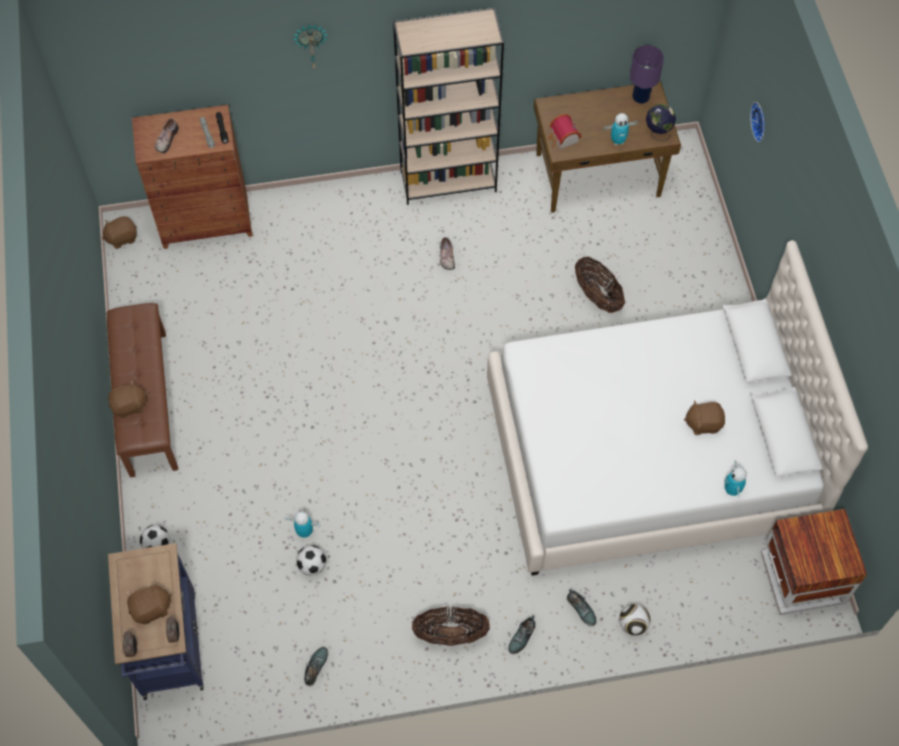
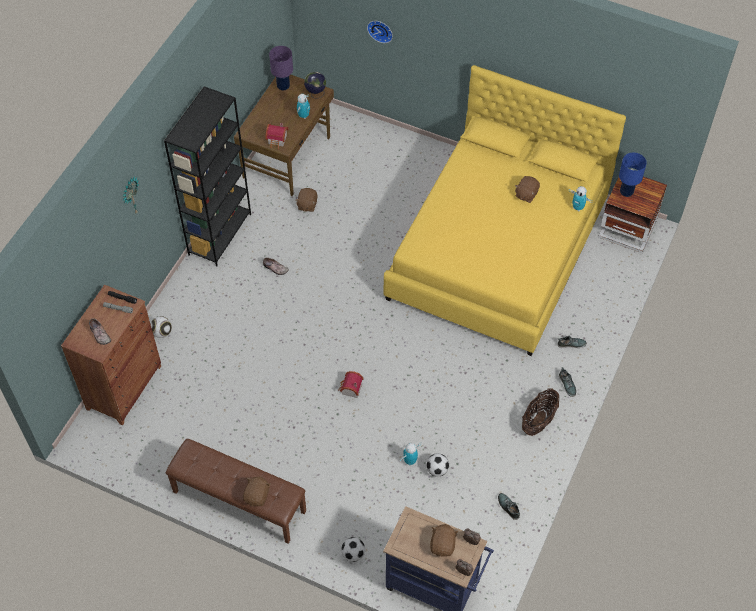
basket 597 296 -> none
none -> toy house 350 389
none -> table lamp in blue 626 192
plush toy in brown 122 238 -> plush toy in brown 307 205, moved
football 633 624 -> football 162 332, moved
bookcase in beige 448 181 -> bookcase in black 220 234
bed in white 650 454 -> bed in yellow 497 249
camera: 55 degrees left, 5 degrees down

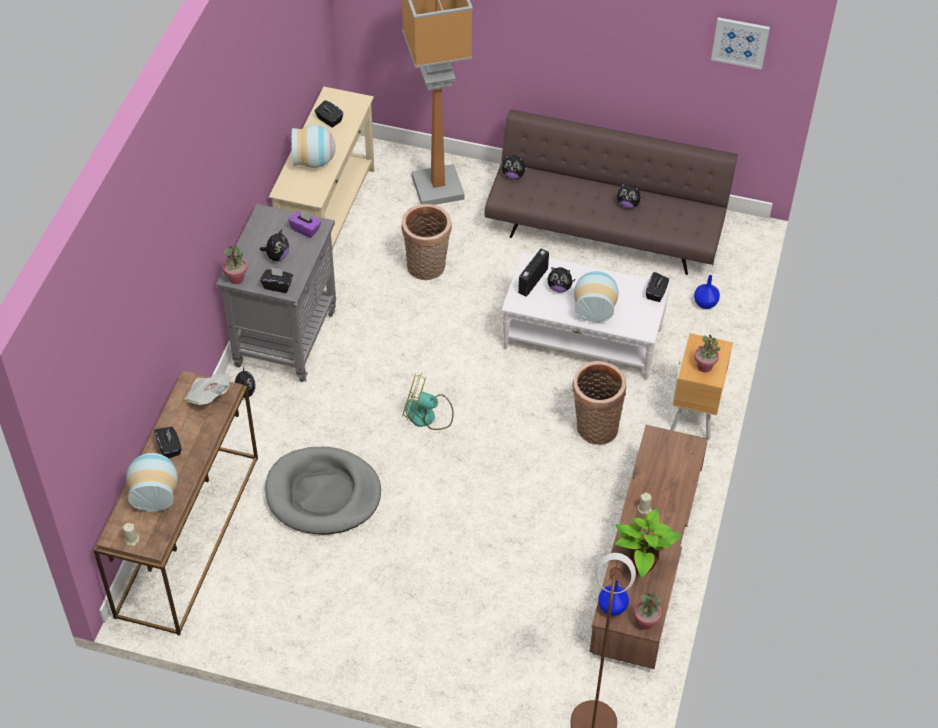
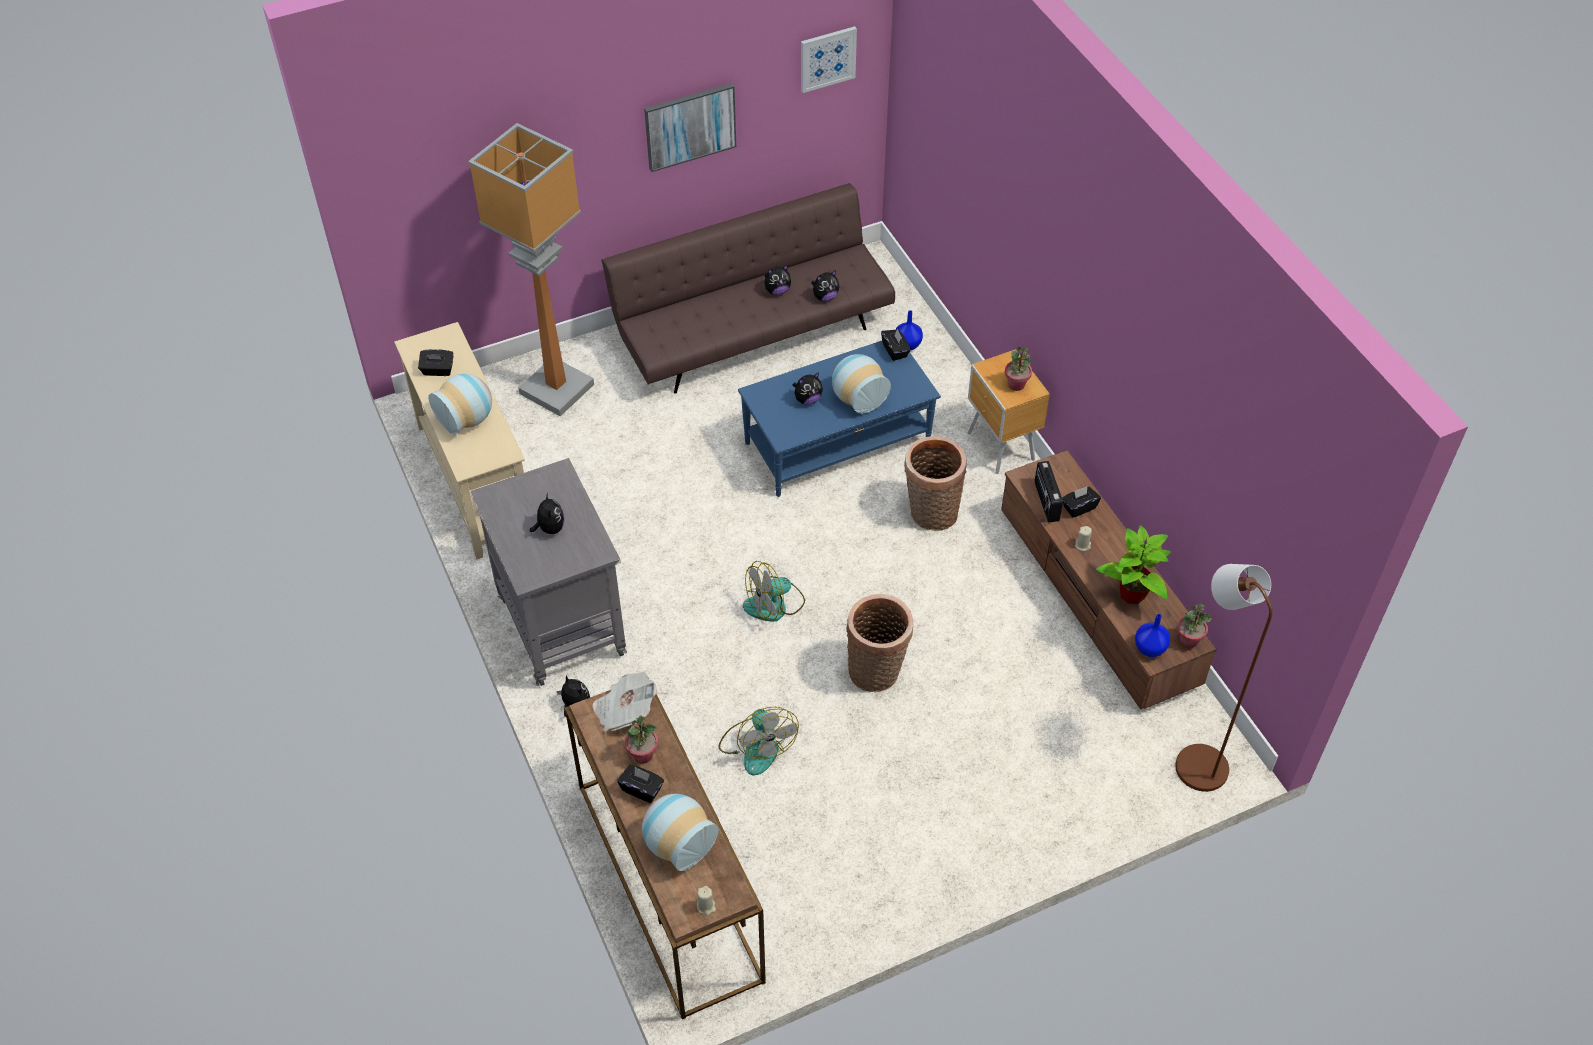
tissue box in purple 305 229 -> none
none -> picture 690 126
potted plant 236 278 -> potted plant 643 754, moved
tissue box in black 277 286 -> tissue box in black 1079 507, moved
basket 427 268 -> basket 877 672, moved
plush toy 513 175 -> plush toy 825 297, moved
radio 532 281 -> radio 1046 502, moved
dog bed in grey 323 494 -> fan 756 746
coffee table in white 583 339 -> coffee table in blue 838 442
camera: 40 degrees left, 0 degrees up

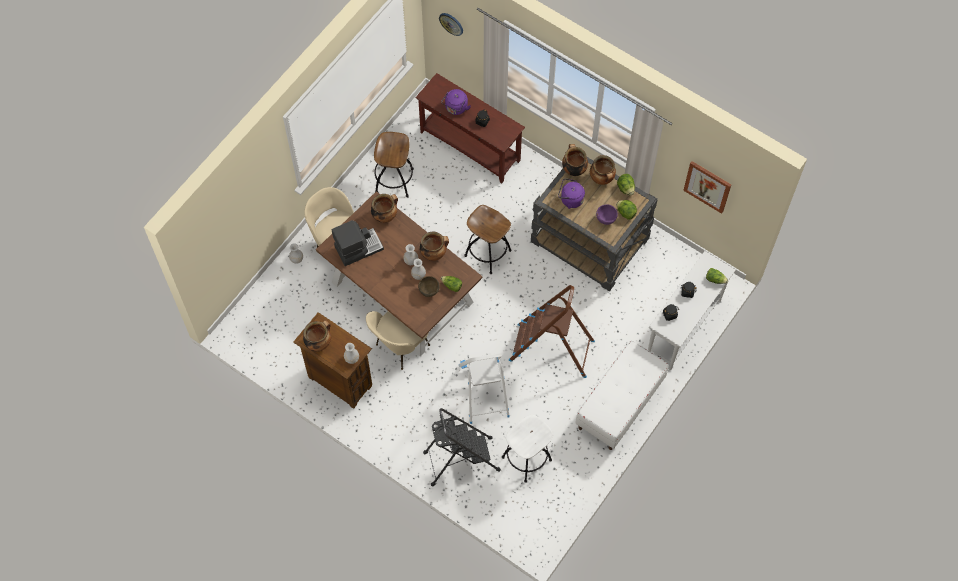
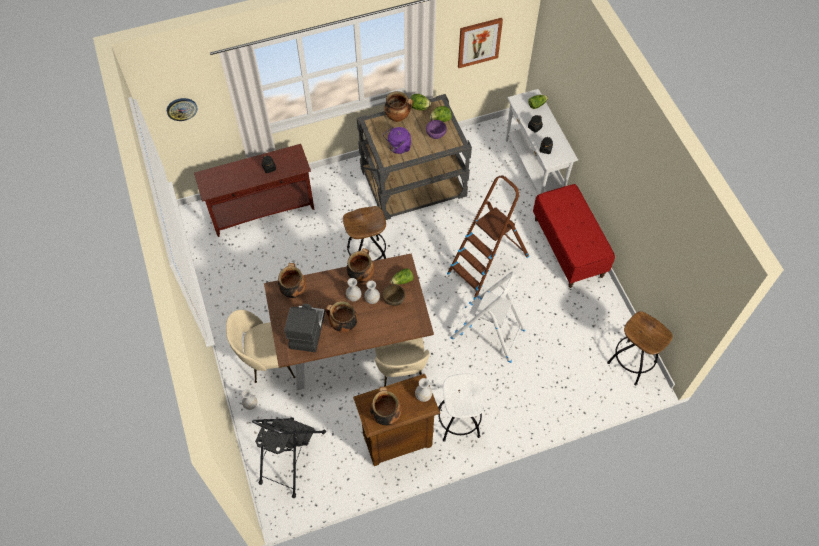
kettle in purple 456 108 -> none
stool in brown 394 180 -> stool in brown 631 362, moved
step ladder 460 461 -> step ladder 292 457, moved
stool in white 527 458 -> stool in white 459 421, moved
cooking pot 573 169 -> cooking pot 343 325, moved
bench in white 620 405 -> bench in red 568 247
camera: 55 degrees left, 5 degrees down

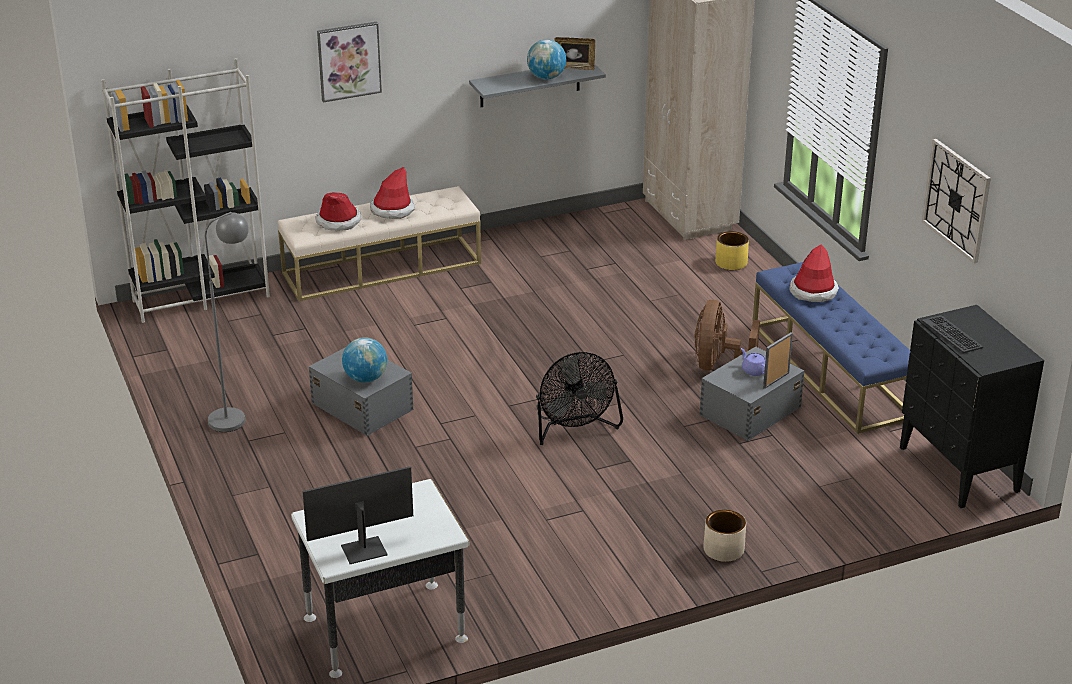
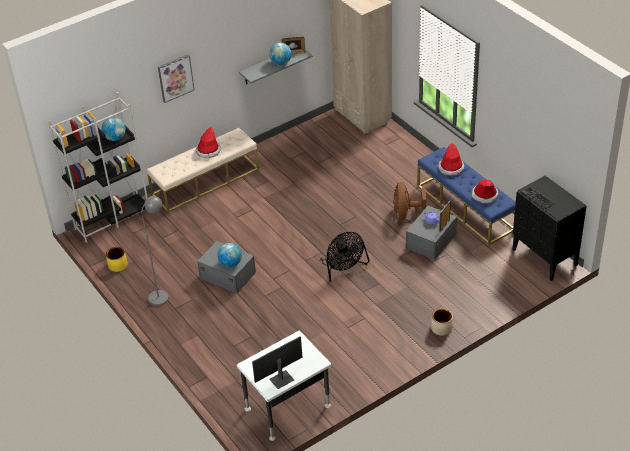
wall clock 956 200 -> none
none -> globe 115 138
hat 338 221 -> hat 484 195, moved
planter in yellow 731 263 -> planter in yellow 118 265, moved
camera: 10 degrees left, 10 degrees up

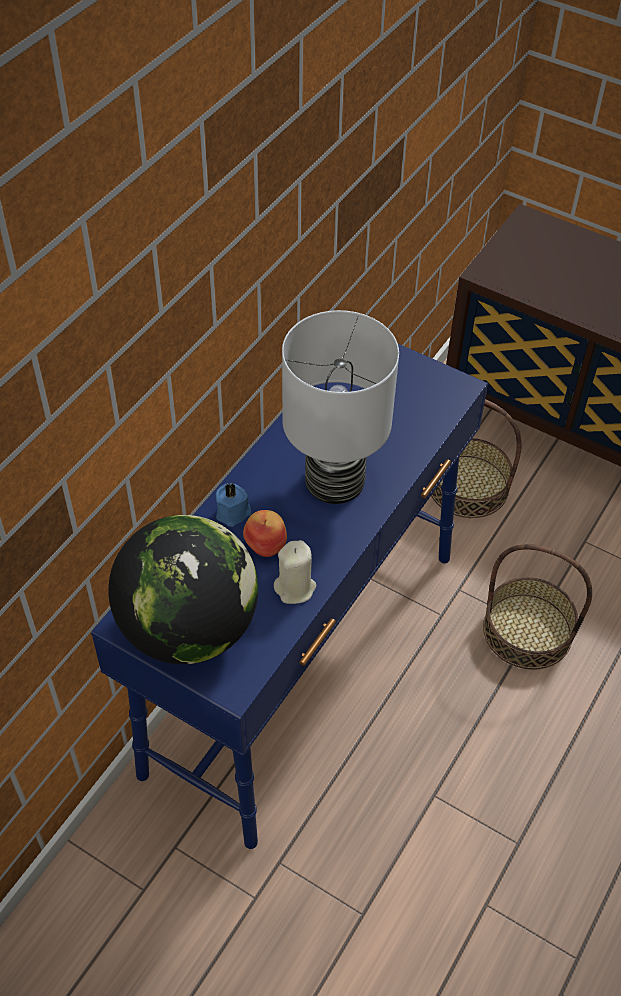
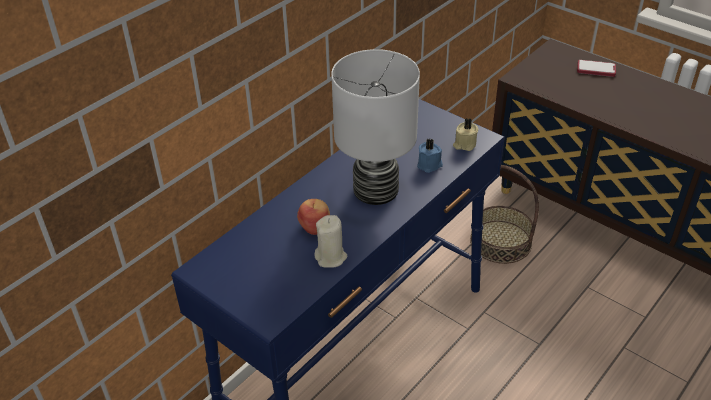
globe 188 628 -> none
basket 527 631 -> none
none -> candle in beige 464 144
none -> phone 596 69
candle in blue 234 513 -> candle in blue 430 165, moved
camera: 10 degrees right, 10 degrees down

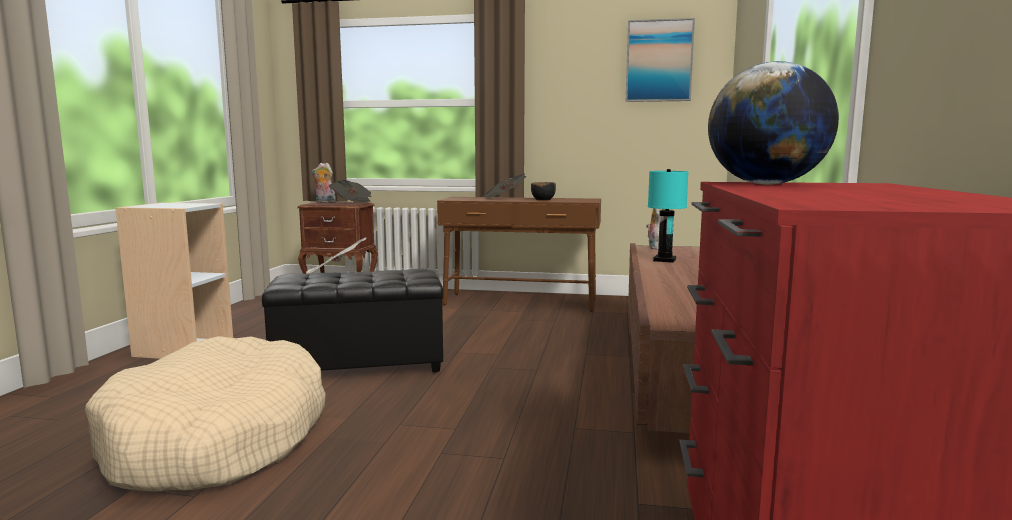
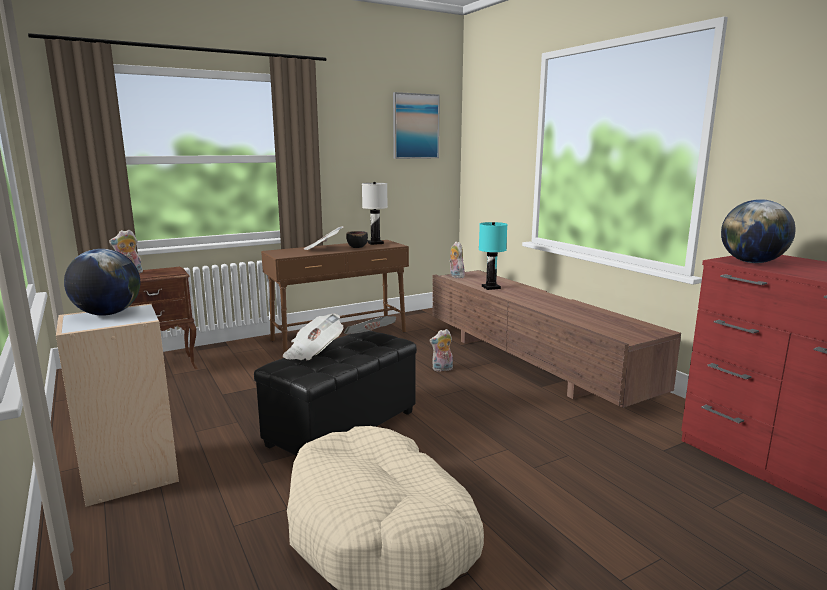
none -> globe 107 314
none -> table lamp in white 375 243
none -> plush toy 442 369
newspaper 353 203 -> newspaper 370 339, moved
camera: 40 degrees left, 5 degrees up

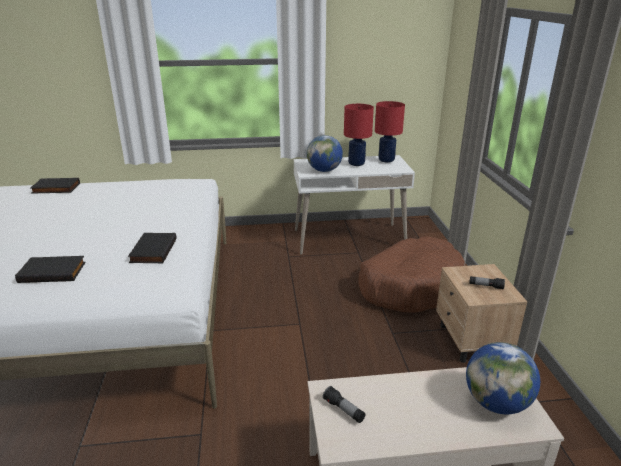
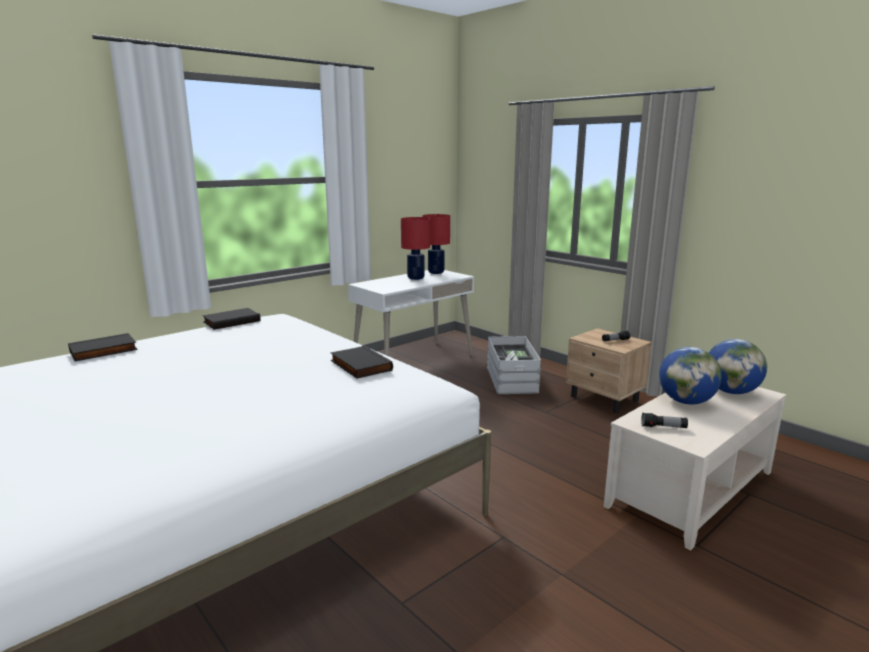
book in black 53 272 -> book in black 232 321, moved
globe 324 170 -> globe 685 401, moved
dog bed in brown 410 286 -> storage box in grey 512 379
camera: 35 degrees left, 10 degrees down

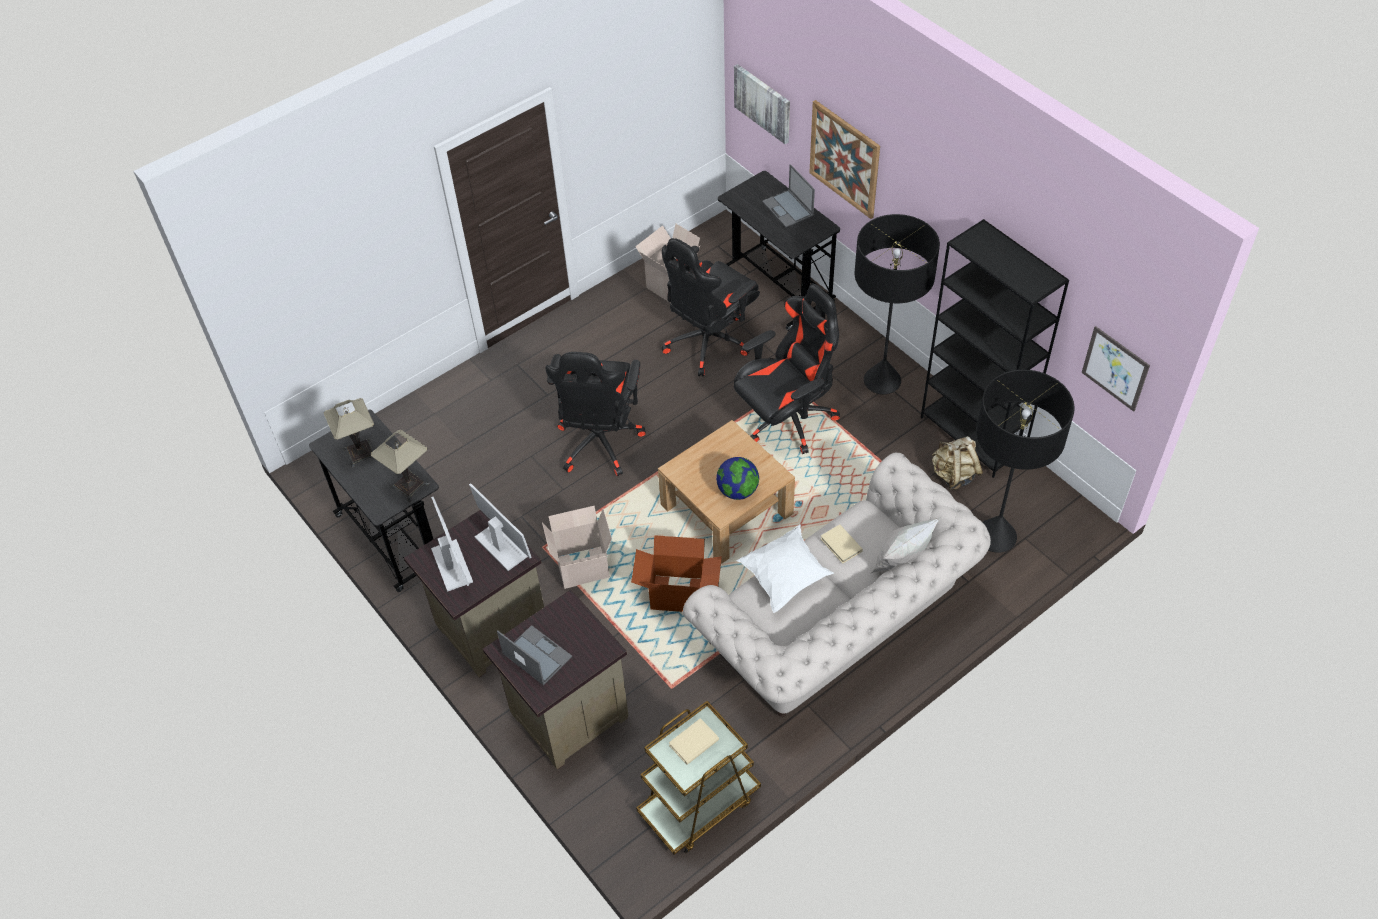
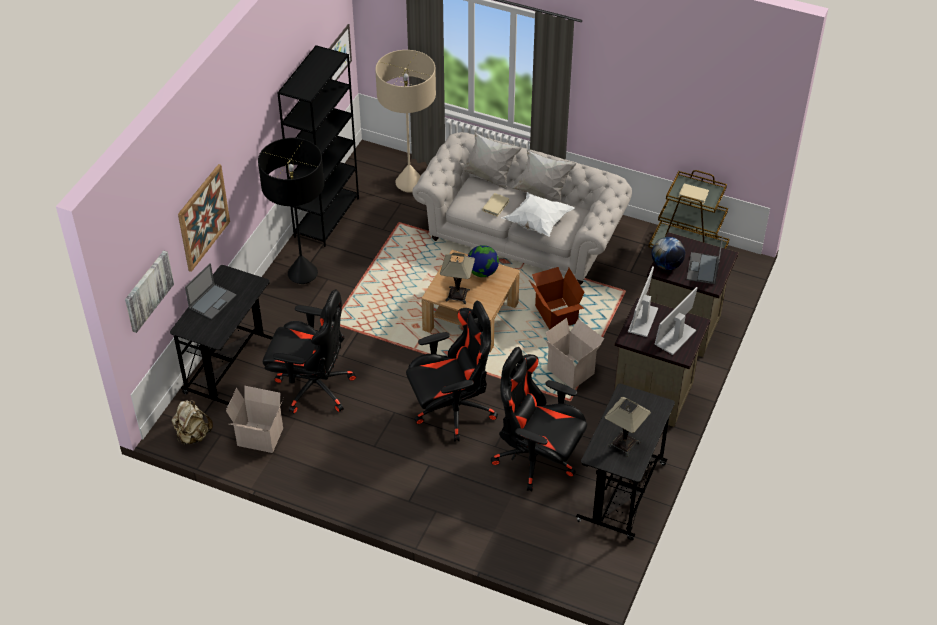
none -> pillow in white 542 195
none -> globe 666 265
table lamp 409 486 -> table lamp 457 295, moved
office chair in black 784 423 -> office chair in black 539 462, moved
backpack in beige 954 475 -> backpack in beige 193 435, moved
floor lamp in black 995 539 -> floor lamp in beige 409 185
camera: 120 degrees left, 5 degrees down

